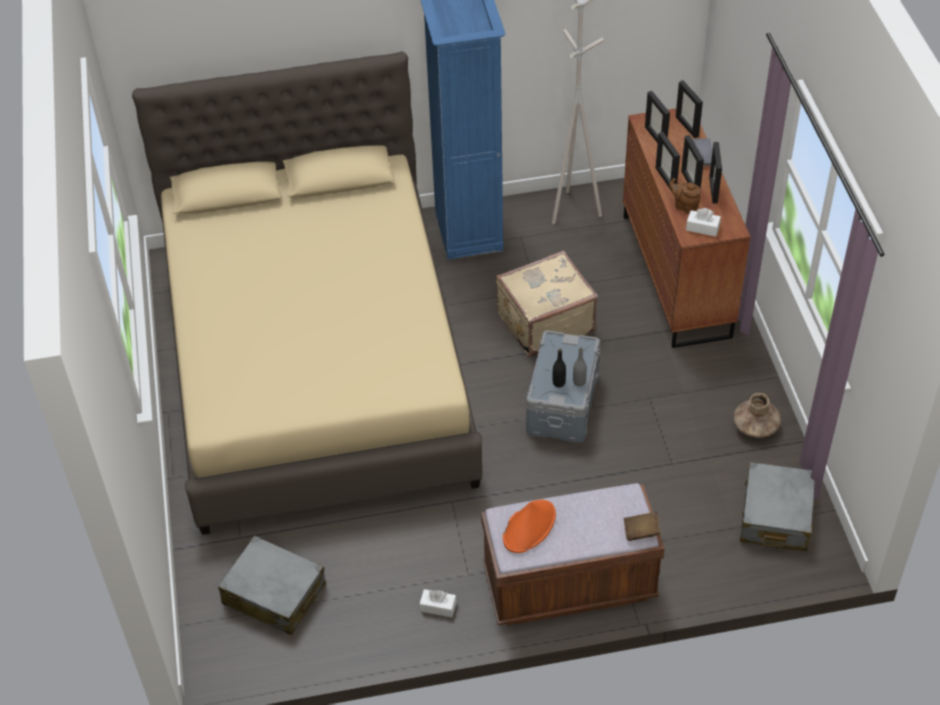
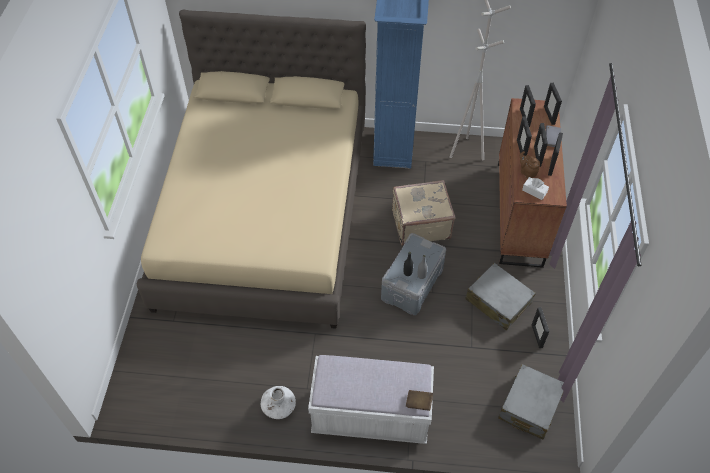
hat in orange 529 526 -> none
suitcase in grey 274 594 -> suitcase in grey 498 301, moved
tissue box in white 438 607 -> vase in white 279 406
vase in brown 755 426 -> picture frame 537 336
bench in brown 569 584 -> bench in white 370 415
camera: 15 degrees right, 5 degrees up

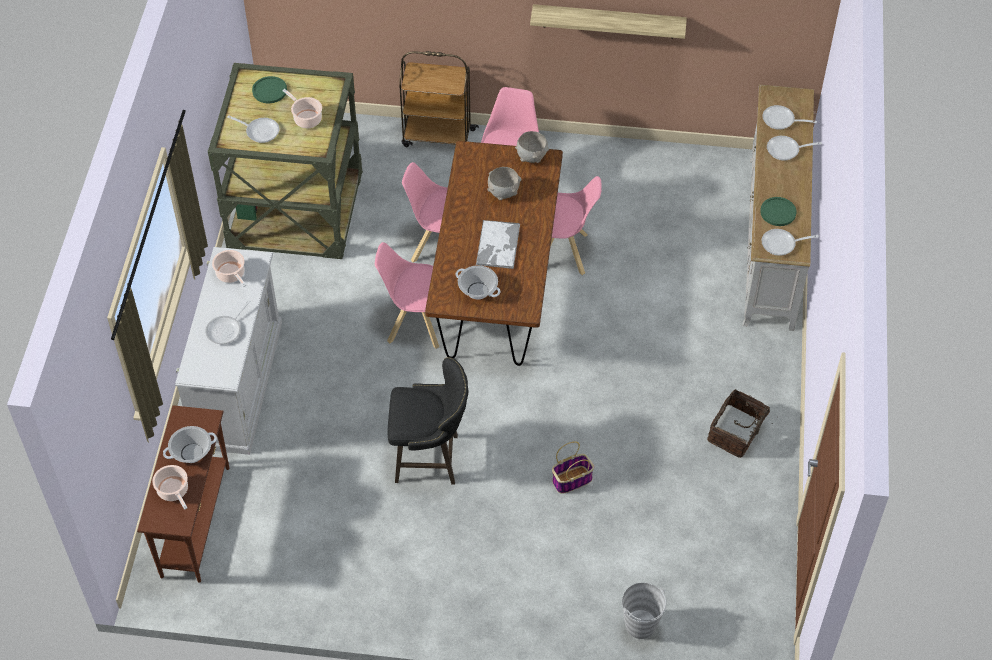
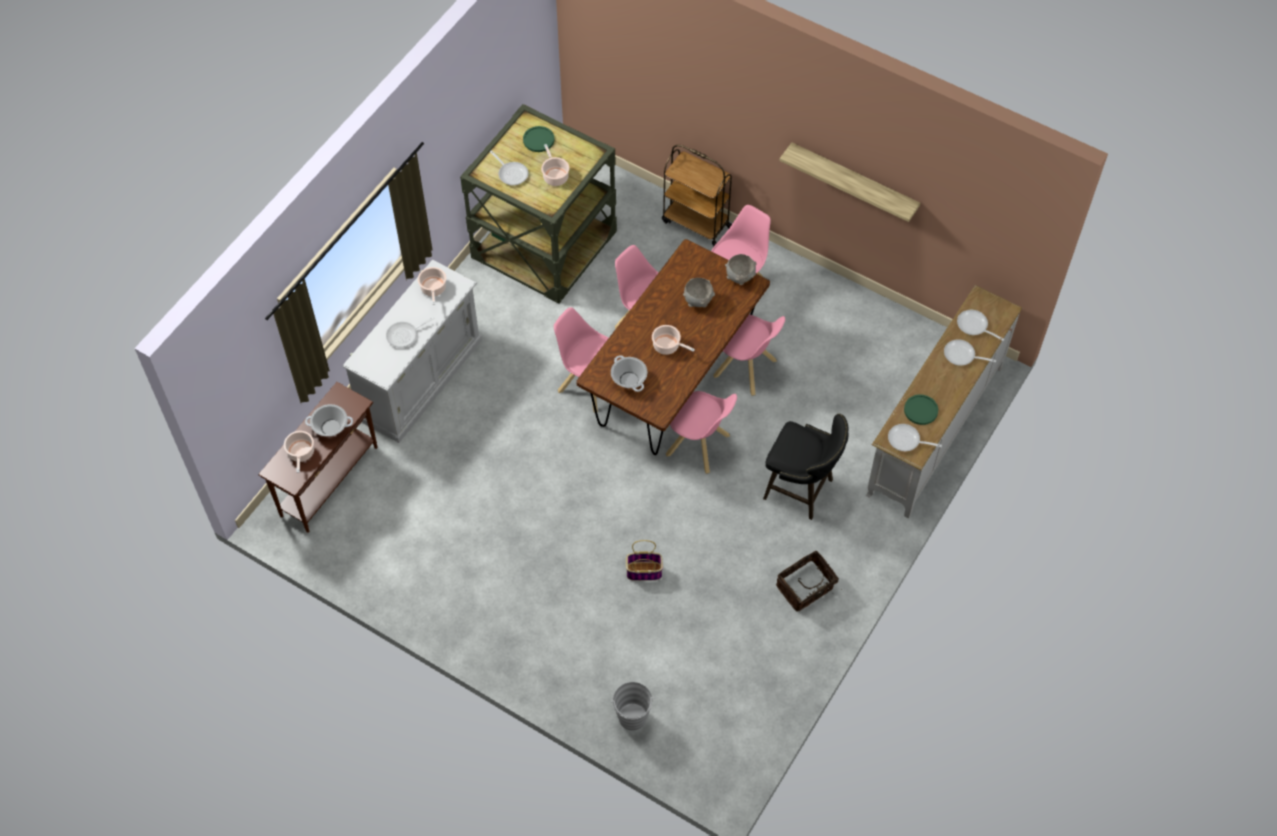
none -> chair in pink 699 446
stool in black 430 459 -> stool in black 801 490, moved
tray 498 245 -> cooking pot 667 346
camera: 25 degrees right, 5 degrees up

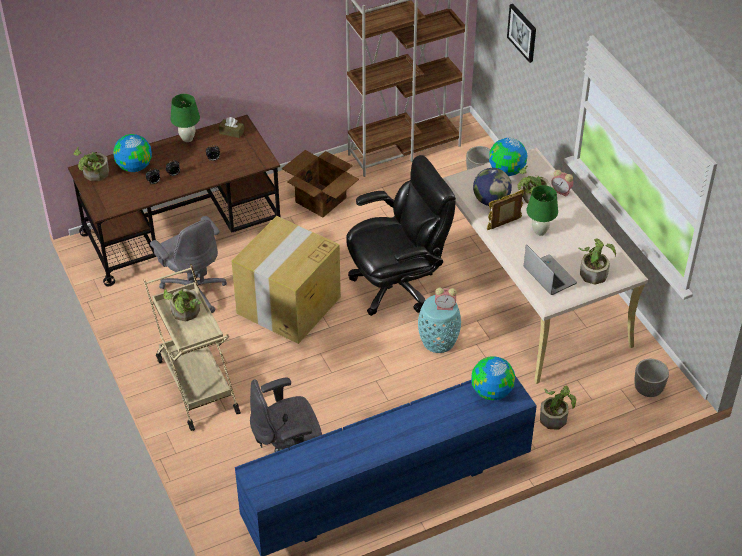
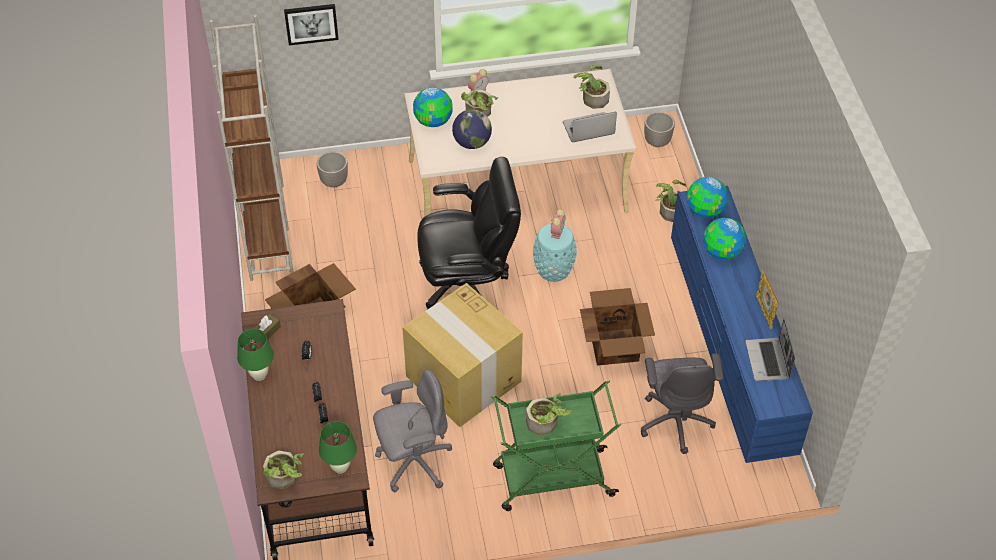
none -> cardboard box 614 346
none -> laptop 768 361
globe 134 167 -> globe 722 252, moved
picture frame 504 224 -> picture frame 764 312, moved
table lamp in green 539 232 -> table lamp in green 340 468, moved
cart in beige 197 385 -> cart in green 553 480
office chair in black 397 285 -> office chair in black 468 283, 90 degrees clockwise
camera: 75 degrees left, 5 degrees up

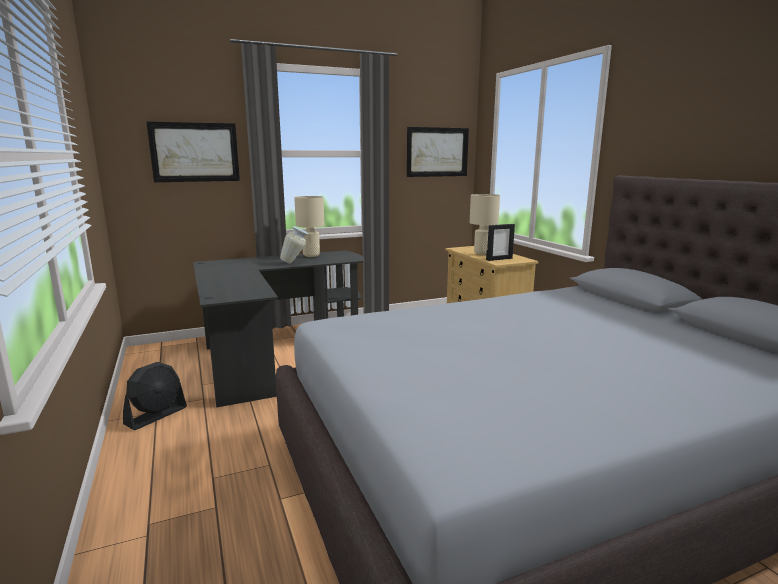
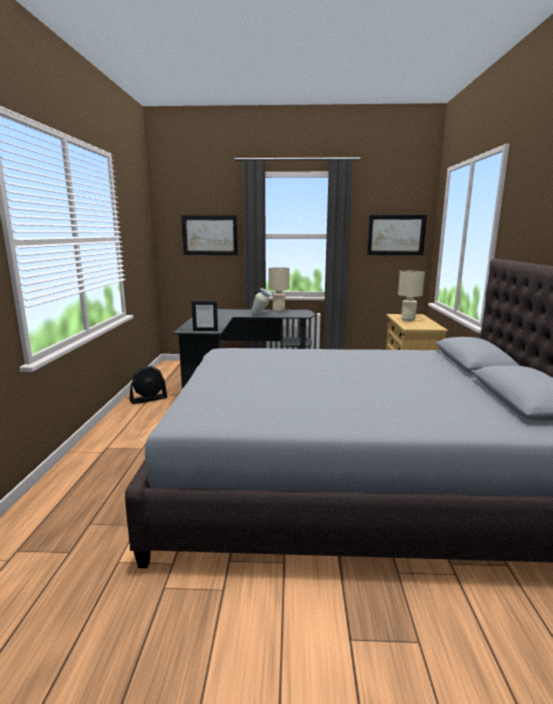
picture frame 499 259 -> picture frame 205 330, moved
camera: 25 degrees right, 0 degrees up

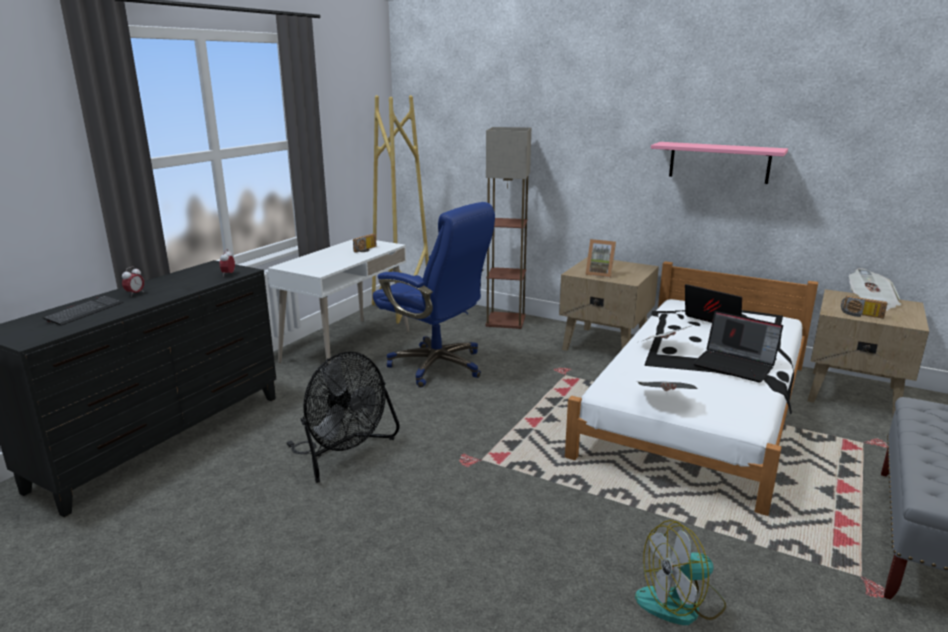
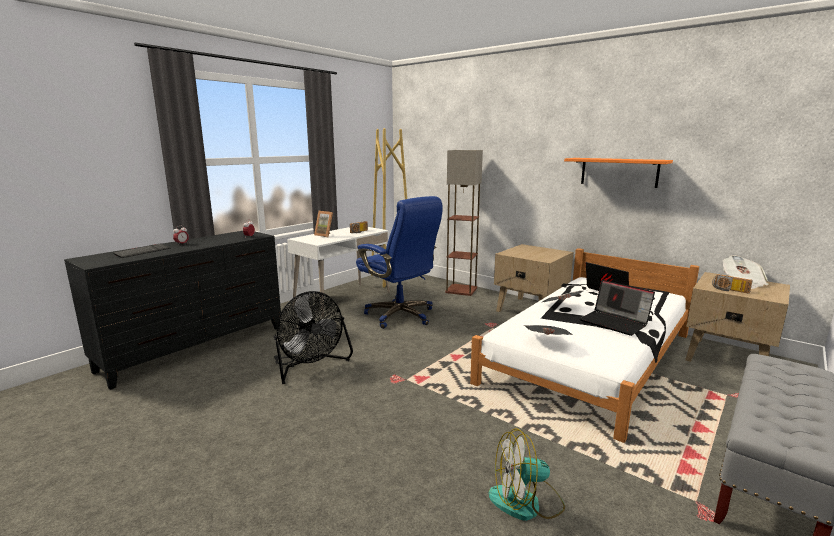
picture frame 600 274 -> picture frame 325 235, moved
shelf in pink 719 162 -> shelf in orange 619 172
camera: 10 degrees right, 5 degrees down

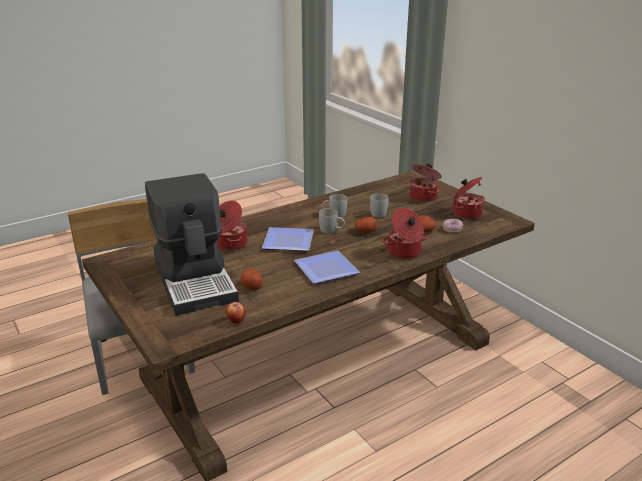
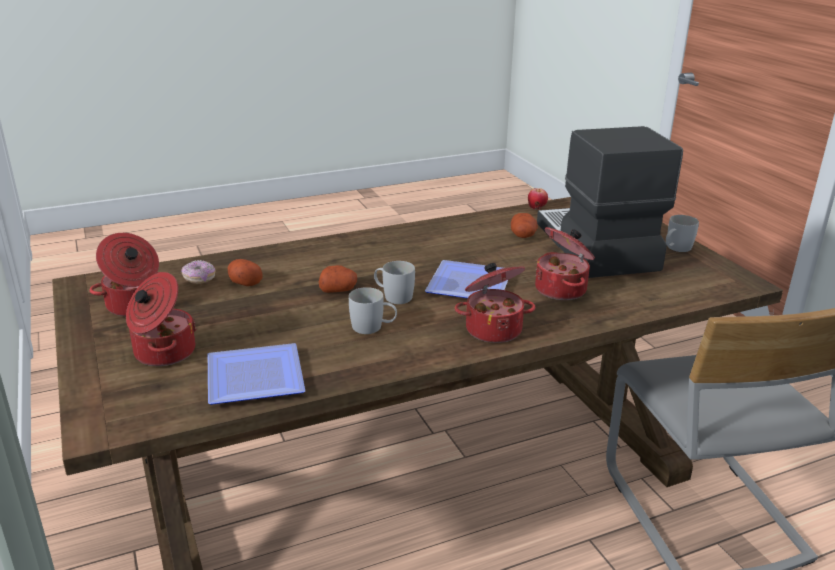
plate 325 270 -> plate 258 375, moved
mug in white 380 213 -> mug in white 676 248, moved
cooking pot 404 252 -> cooking pot 493 329, moved
camera: 170 degrees left, 0 degrees up

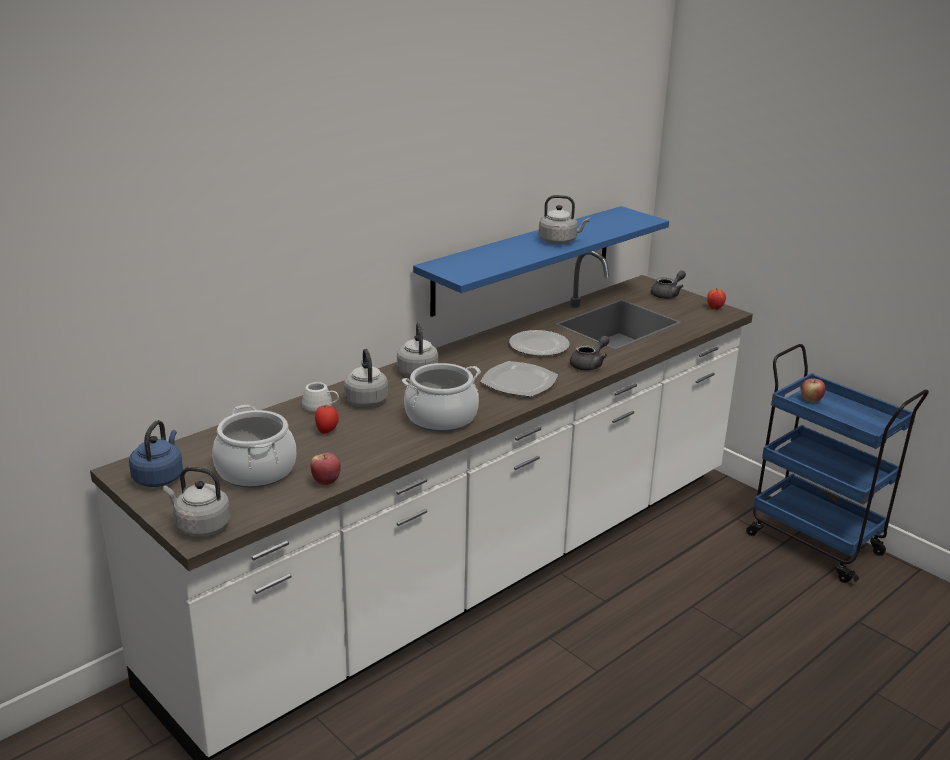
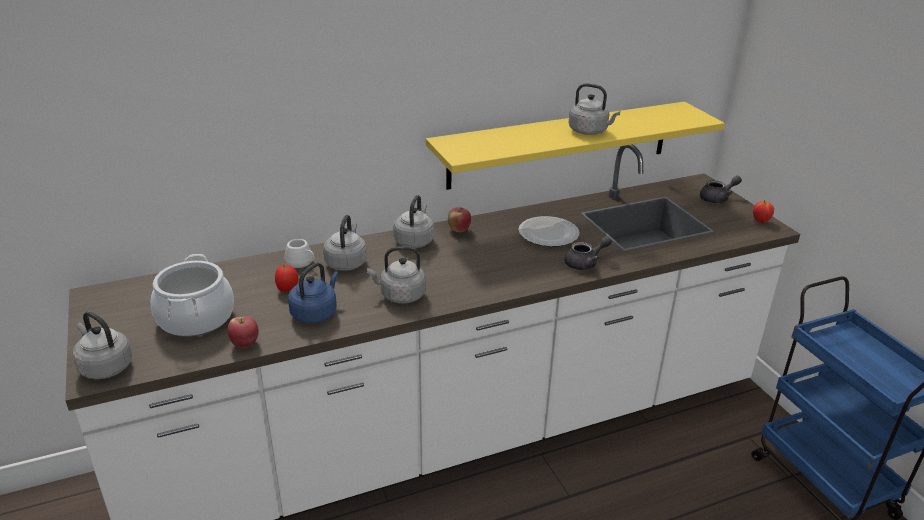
plate 518 382 -> none
kettle in blue 159 477 -> kettle in blue 315 313, moved
apple 811 400 -> apple 459 230, moved
cooking pot 441 418 -> kettle in grey 400 295
shelf in blue 524 259 -> shelf in yellow 560 144
camera: 20 degrees right, 5 degrees up

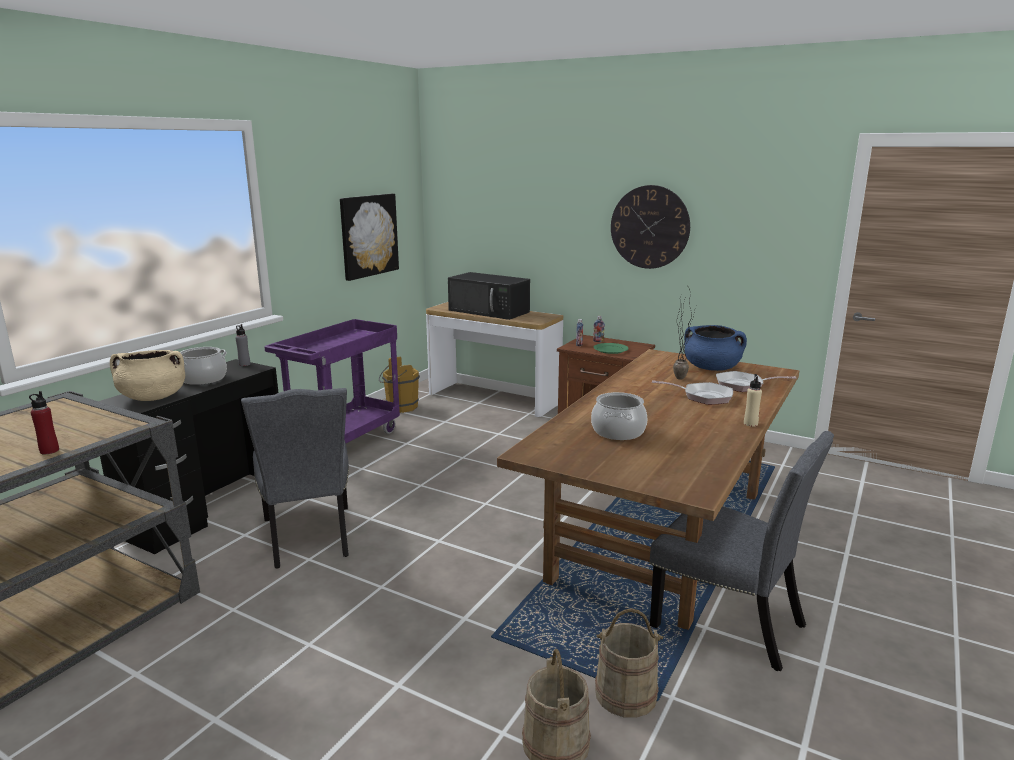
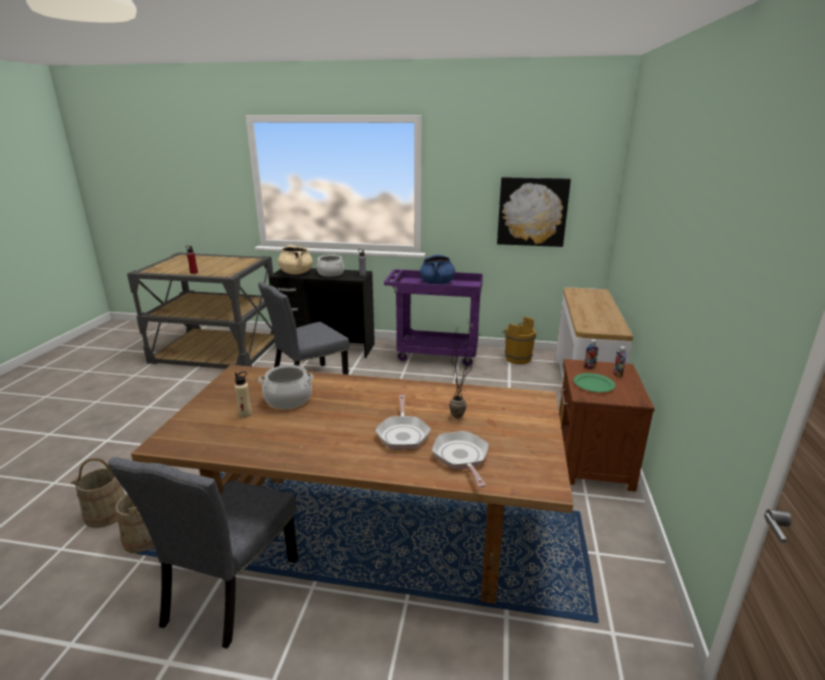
microwave in black 490 311 -> none
wall clock 649 227 -> none
cooking pot in blue 711 368 -> cooking pot in blue 437 284, moved
bottle in beige 750 424 -> bottle in beige 245 414, moved
camera: 70 degrees right, 5 degrees up

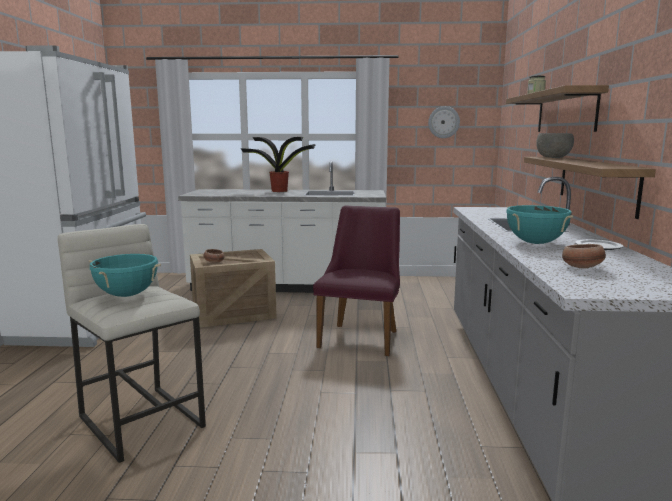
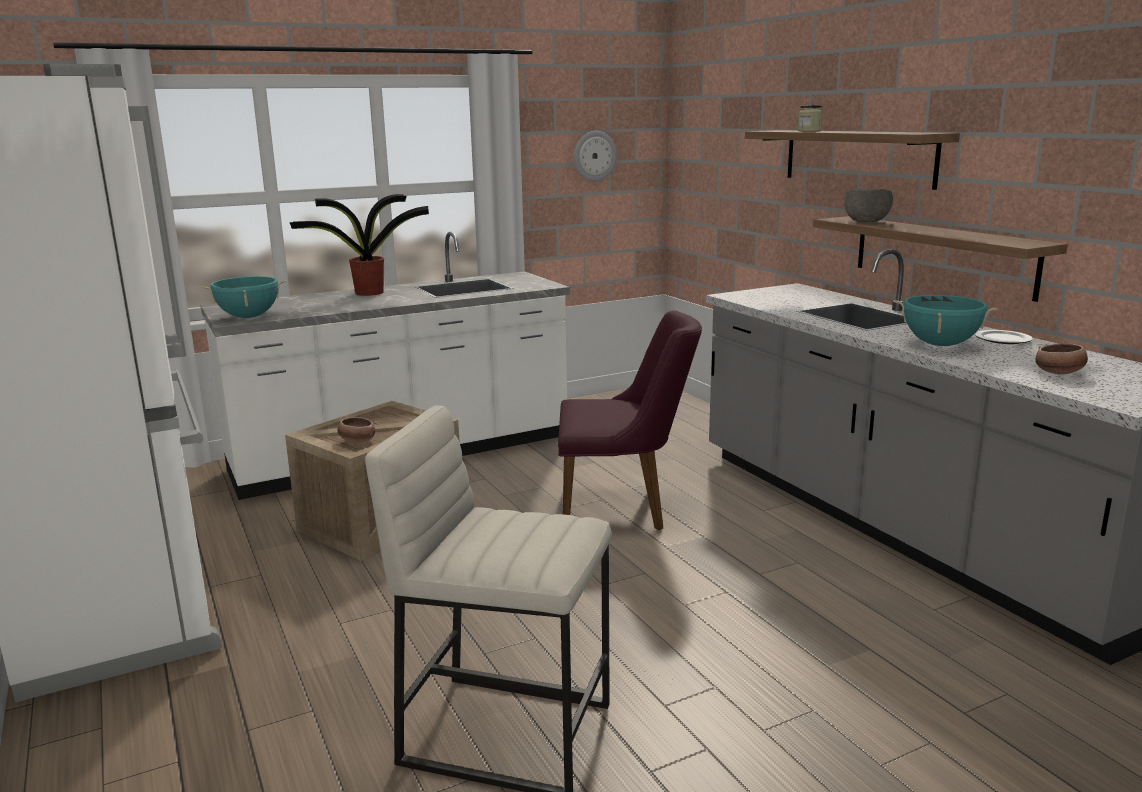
cooking pot in turquoise 127 295 -> cooking pot in turquoise 248 317, moved
chair in purple 362 336 -> chair in purple 623 509, 105 degrees clockwise
camera: 30 degrees left, 5 degrees up

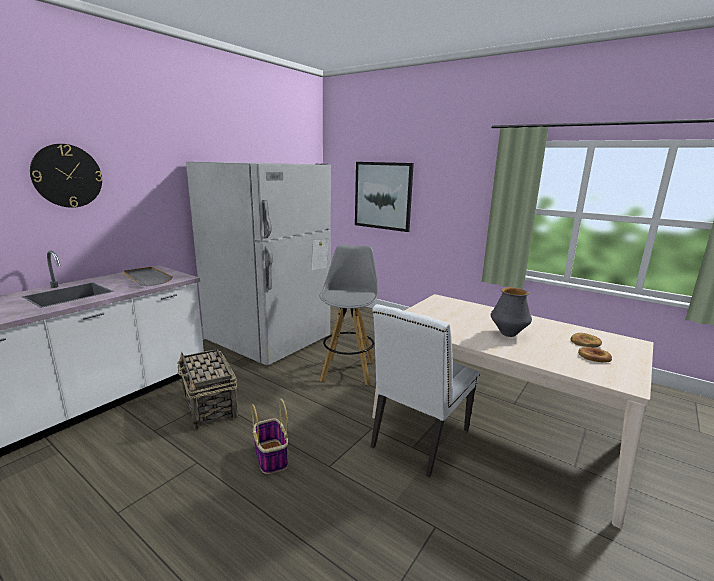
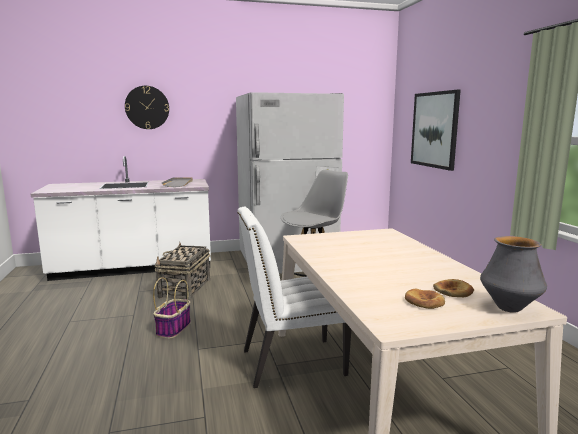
vase 508 334 -> vase 509 308, moved
camera: 40 degrees right, 5 degrees down

